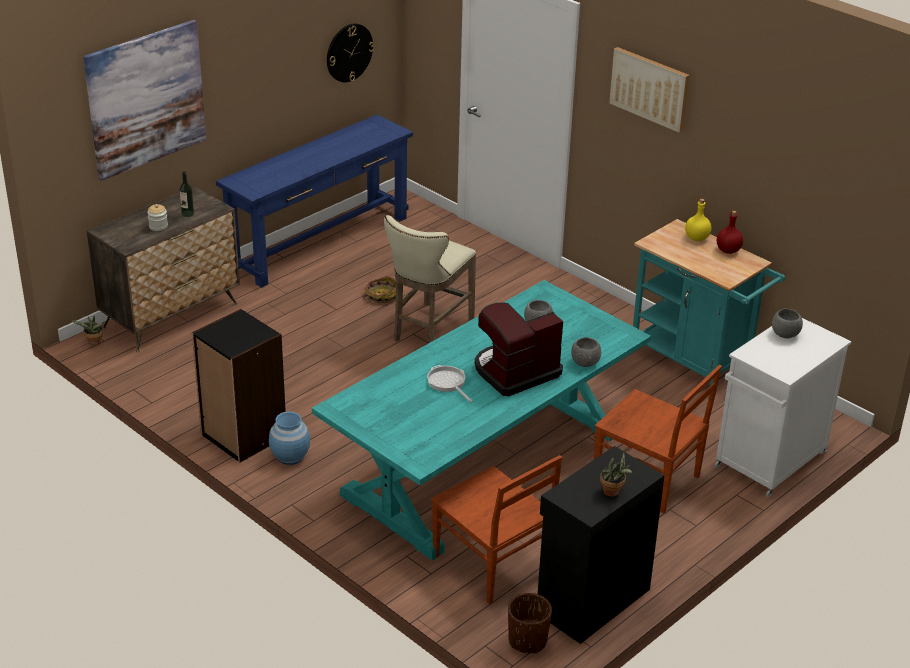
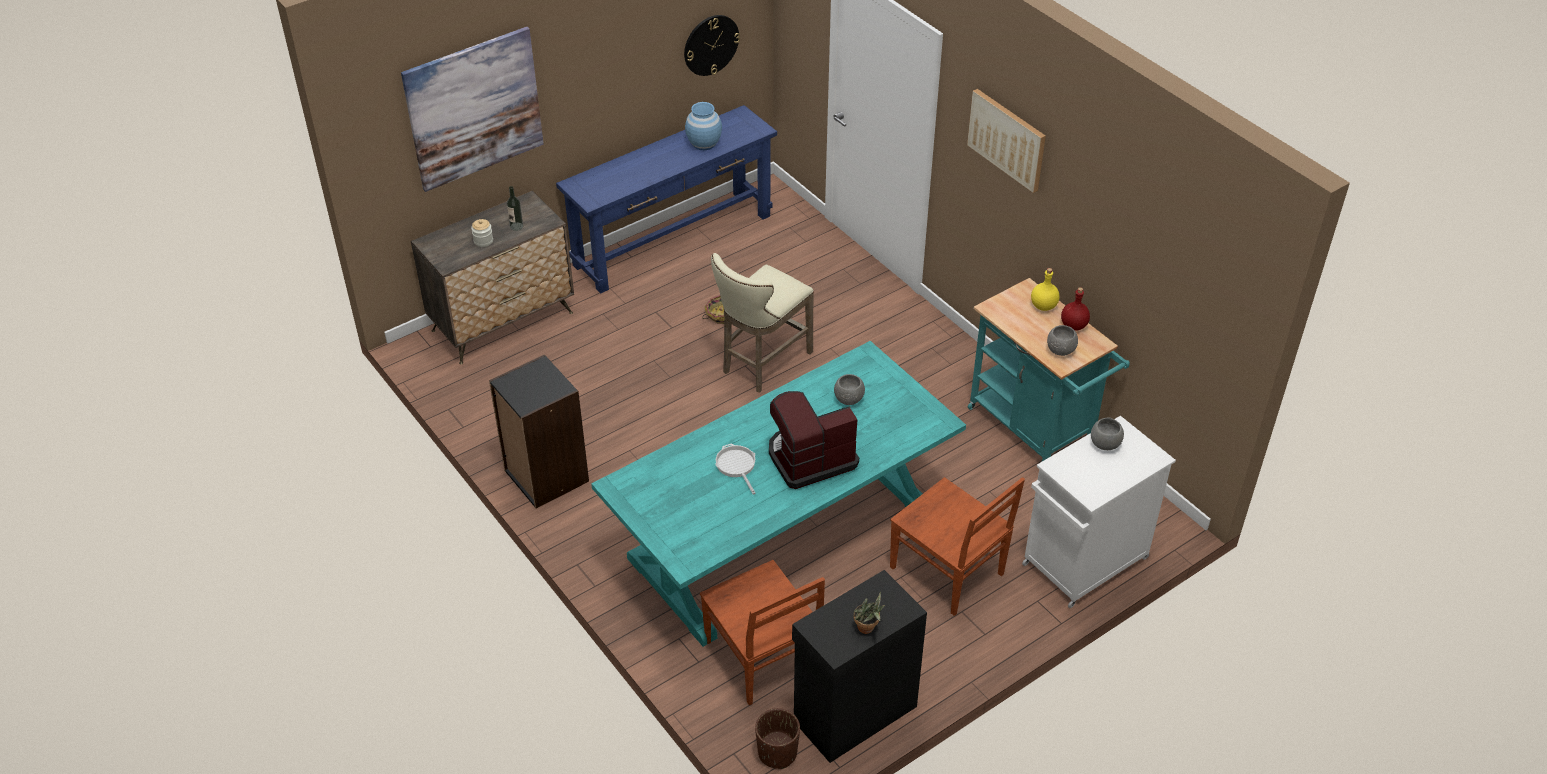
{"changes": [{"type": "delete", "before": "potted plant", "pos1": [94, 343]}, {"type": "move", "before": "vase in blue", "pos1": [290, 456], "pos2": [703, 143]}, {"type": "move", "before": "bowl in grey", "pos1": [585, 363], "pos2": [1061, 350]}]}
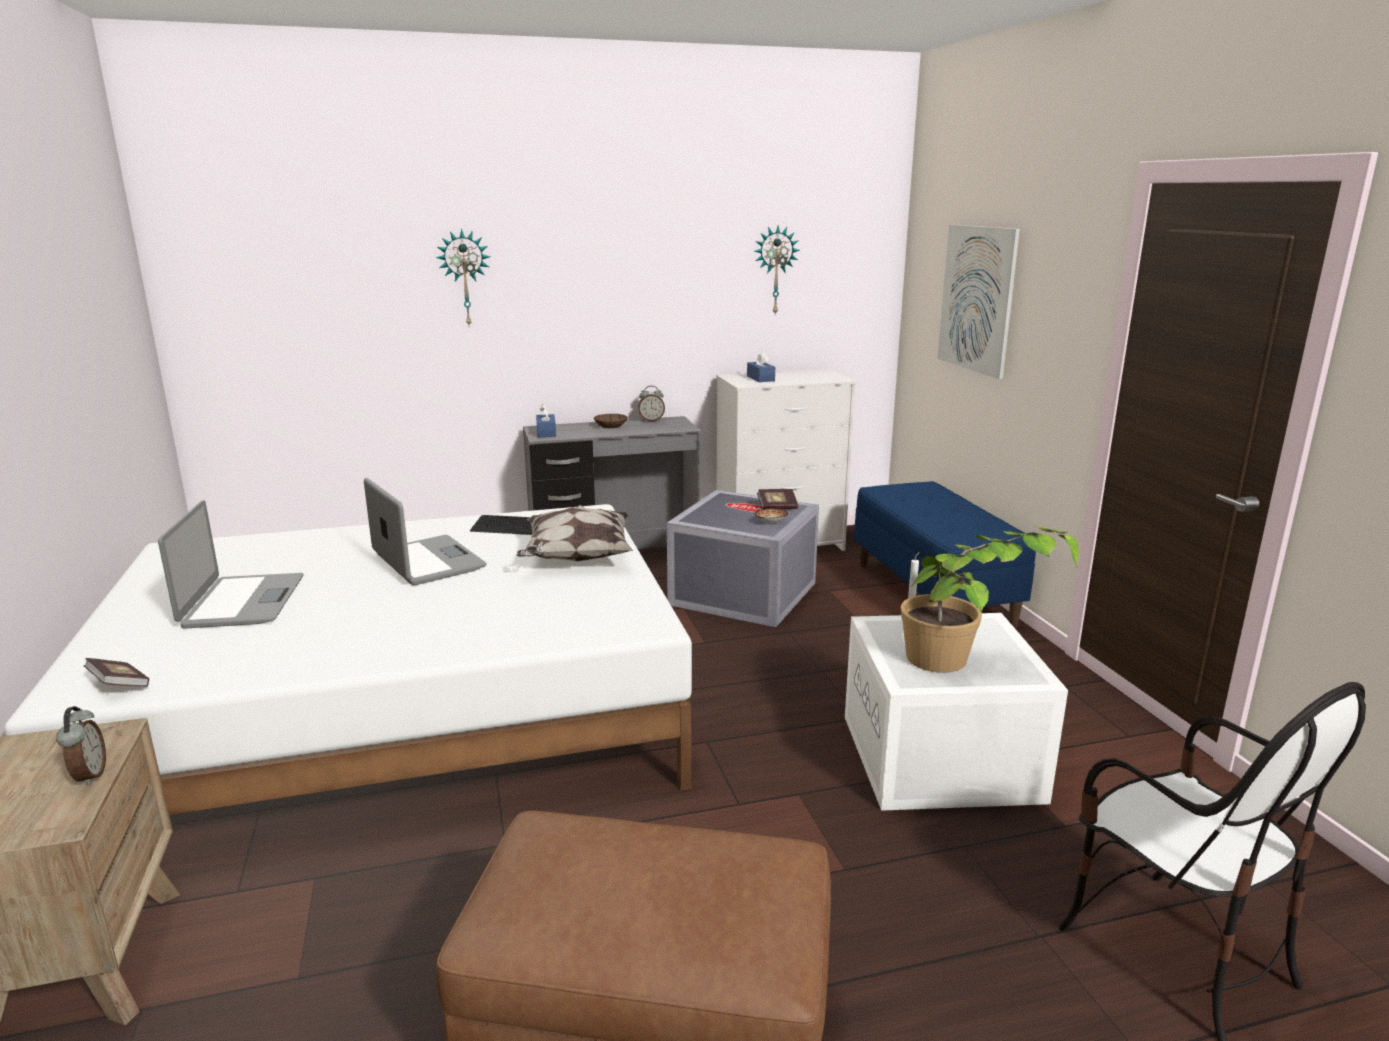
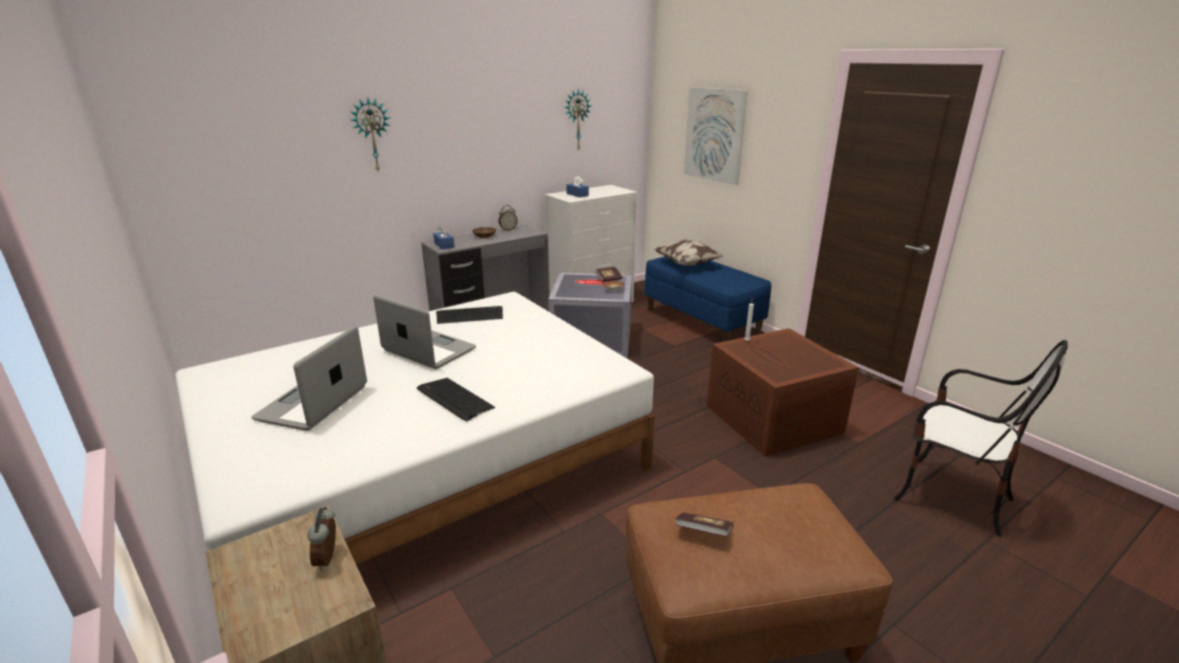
{"changes": [{"type": "rotate", "before": "alarm clock", "pos1": [89, 776], "pos2": [329, 559], "turn": -150}, {"type": "move", "before": "book", "pos1": [119, 685], "pos2": [703, 533]}, {"type": "rotate", "before": "laptop", "pos1": [242, 602], "pos2": [314, 403], "turn": -135}, {"type": "move", "before": "pillow", "pos1": [576, 558], "pos2": [687, 265]}, {"type": "recolor", "before": "storage box in white", "after": "storage box in brown", "pos1": [943, 759], "pos2": [775, 419]}, {"type": "delete", "before": "potted plant", "pos1": [969, 663]}, {"type": "insert", "after": "keyboard", "pos2": [454, 399]}]}
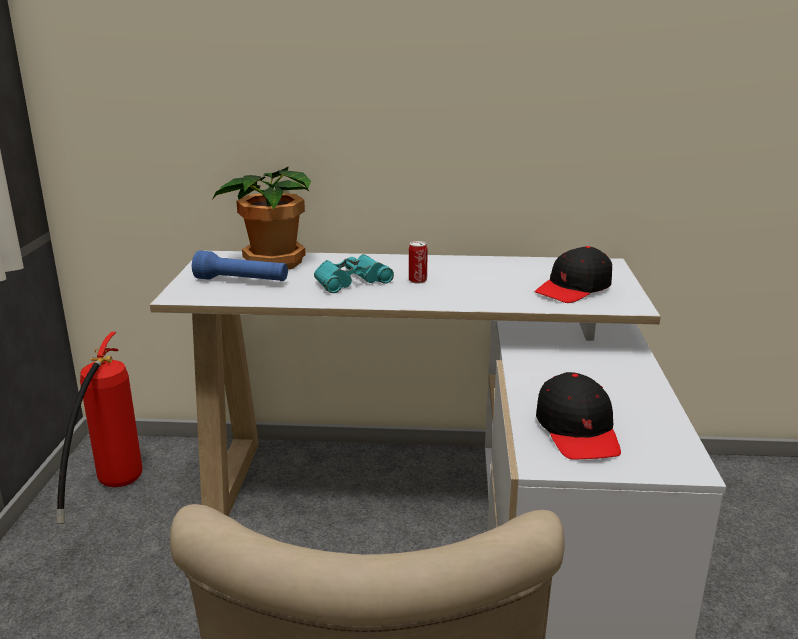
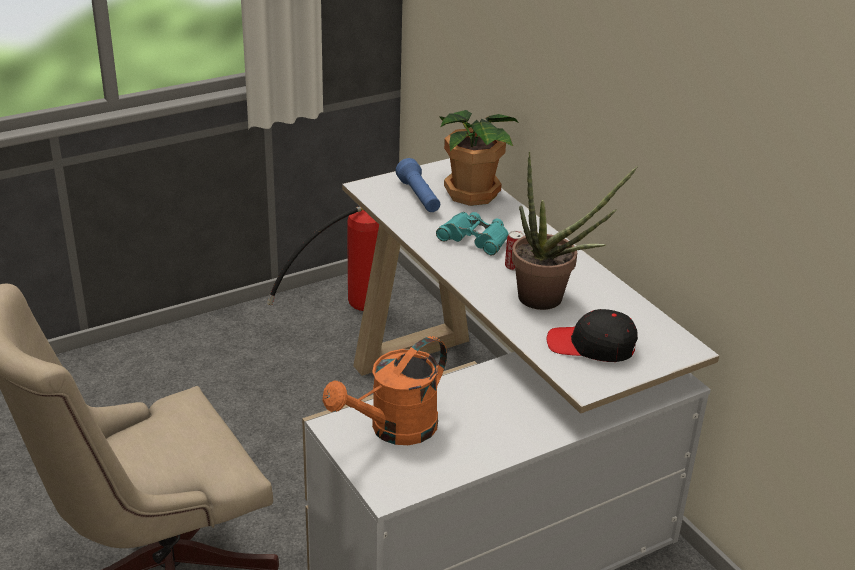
{"changes": [{"type": "replace", "before": "cap in black", "after": "watering can in orange", "pos1": [578, 431], "pos2": [394, 430]}, {"type": "insert", "after": "potted plant", "pos2": [550, 300]}]}
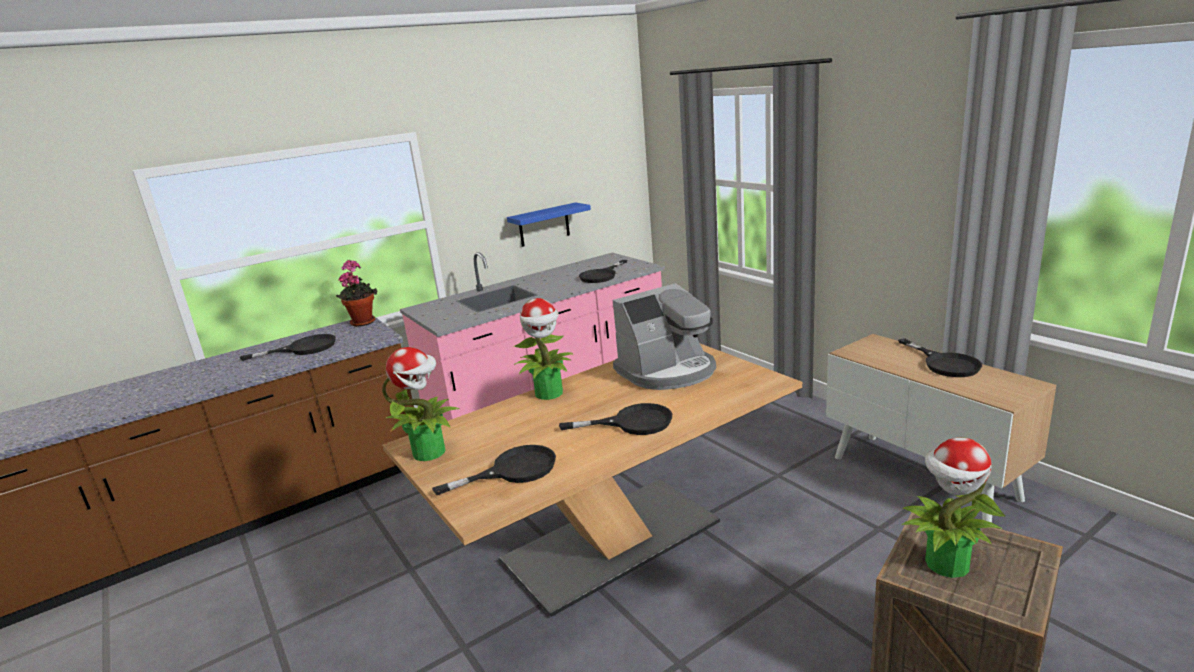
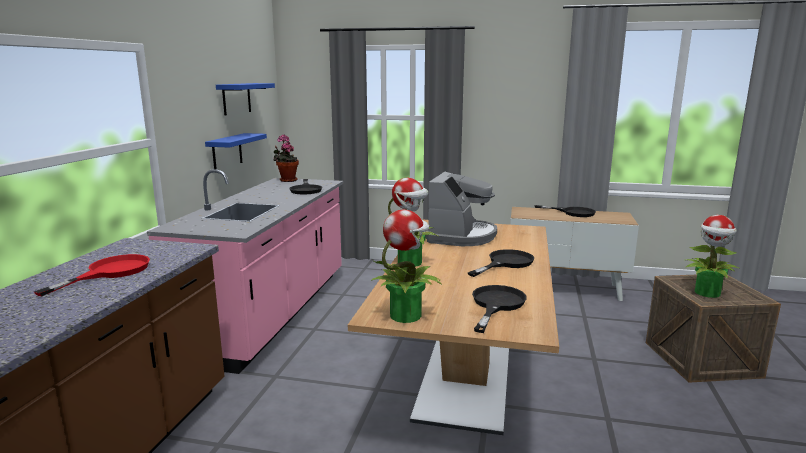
{"changes": [{"type": "recolor", "before": "frying pan in black", "after": "frying pan in red", "pos1": [303, 348], "pos2": [110, 272]}, {"type": "move", "before": "potted plant", "pos1": [362, 321], "pos2": [287, 180]}, {"type": "insert", "after": "shelf in blue", "pos2": [236, 98]}]}
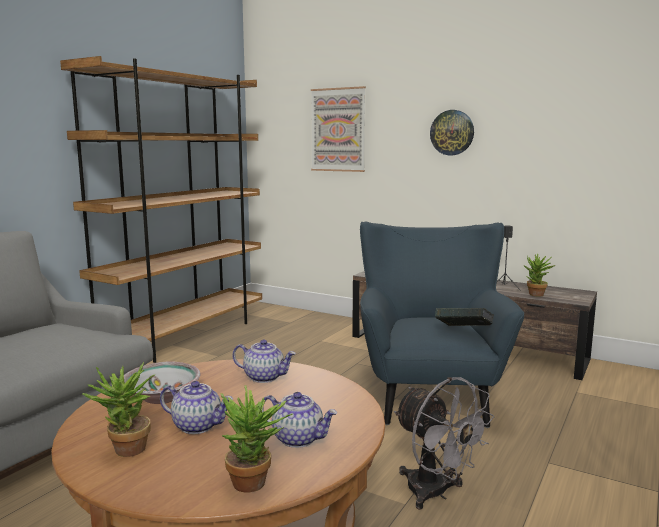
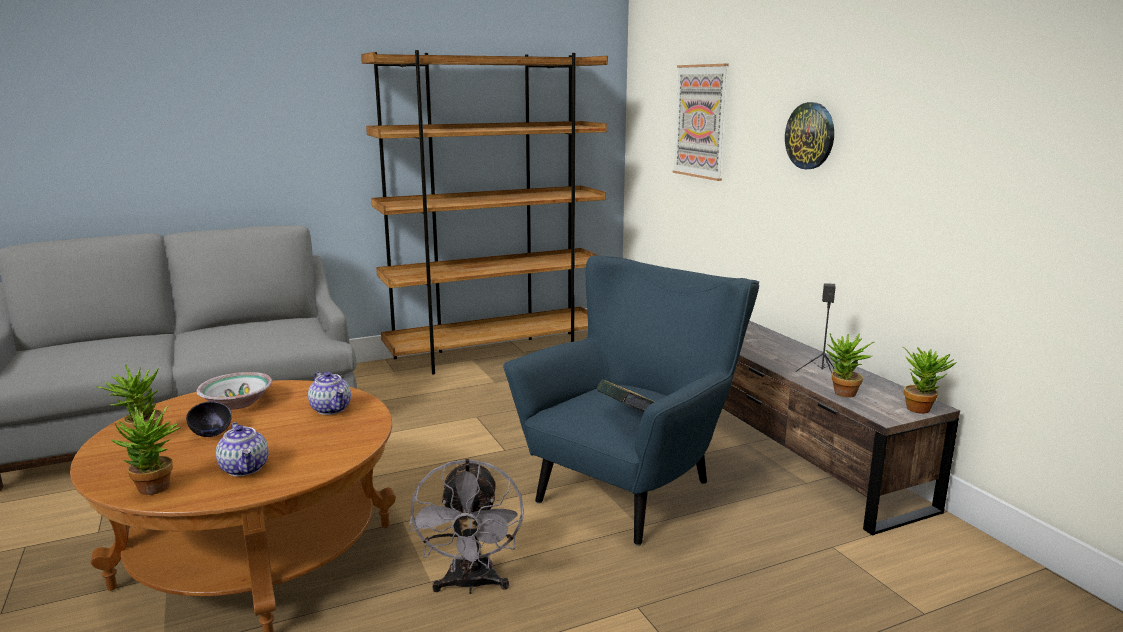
{"changes": [{"type": "replace", "before": "teapot", "after": "bowl in black", "pos1": [198, 426], "pos2": [211, 434]}, {"type": "insert", "after": "potted plant", "pos2": [921, 408]}]}
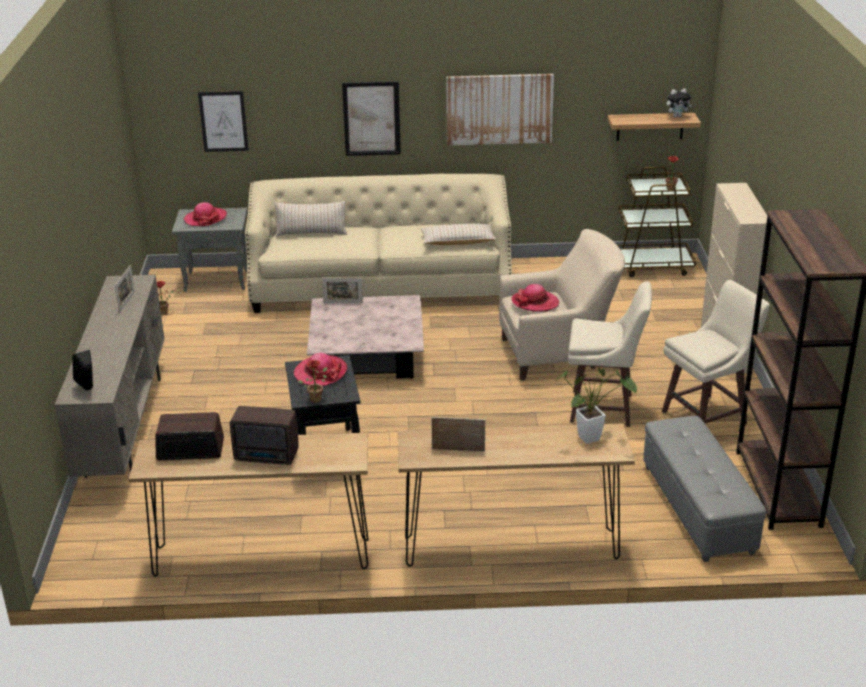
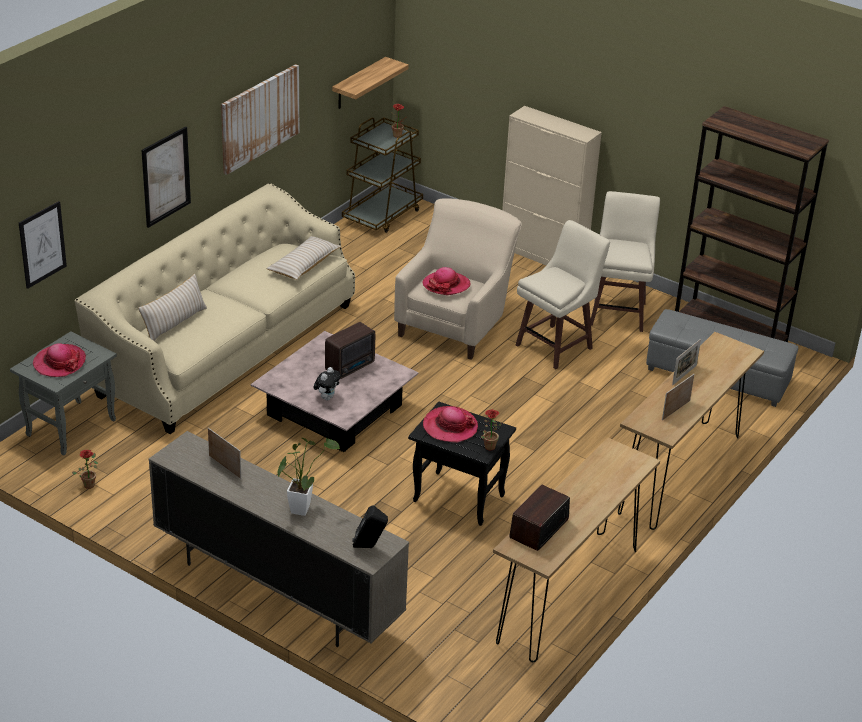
{"changes": [{"type": "move", "before": "radio", "pos1": [267, 457], "pos2": [351, 367]}, {"type": "move", "before": "picture frame", "pos1": [343, 303], "pos2": [684, 375]}, {"type": "move", "before": "potted plant", "pos1": [593, 437], "pos2": [301, 507]}, {"type": "move", "before": "plush toy", "pos1": [677, 116], "pos2": [327, 397]}]}
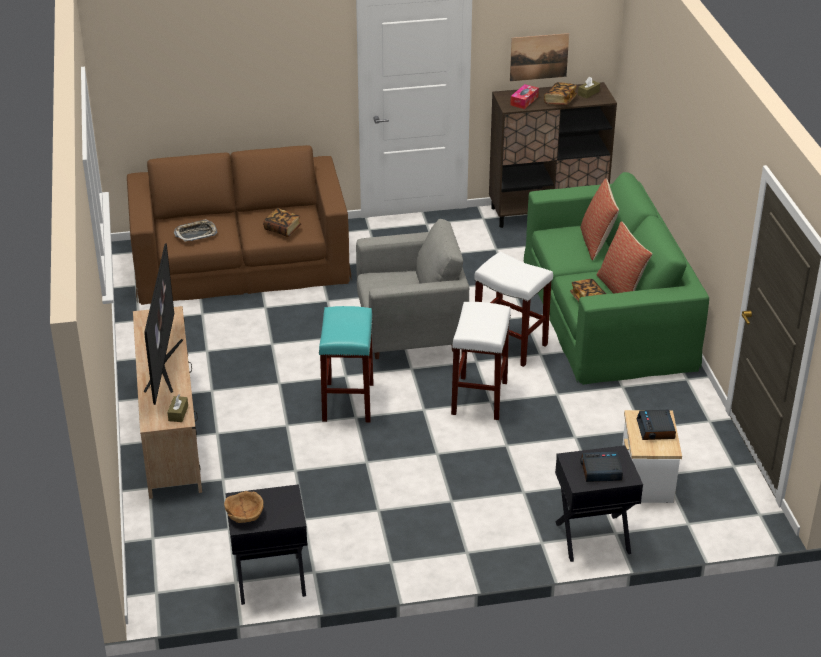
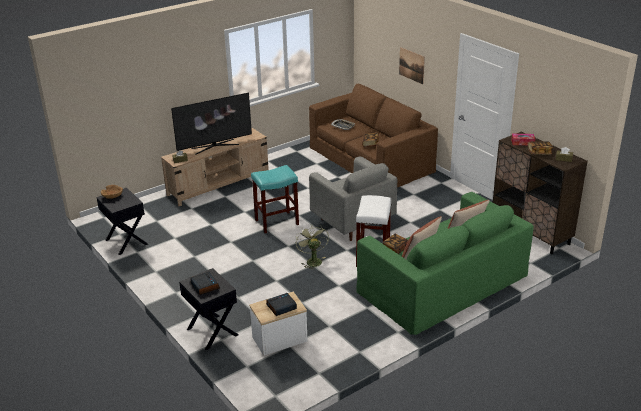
{"changes": [{"type": "replace", "before": "stool in white", "after": "fan in green", "pos1": [480, 398], "pos2": [312, 260]}, {"type": "move", "before": "picture", "pos1": [539, 57], "pos2": [411, 65]}]}
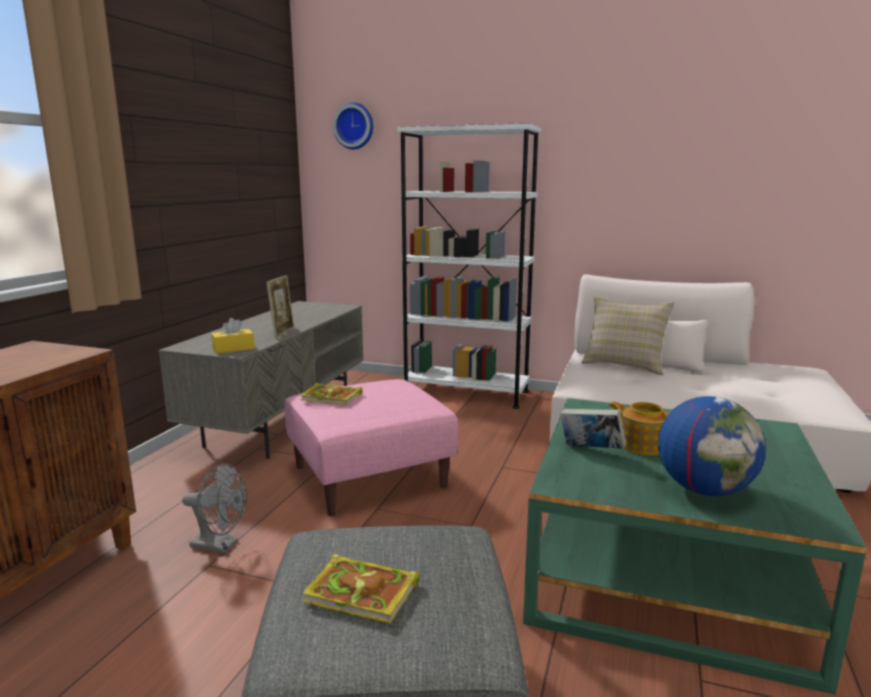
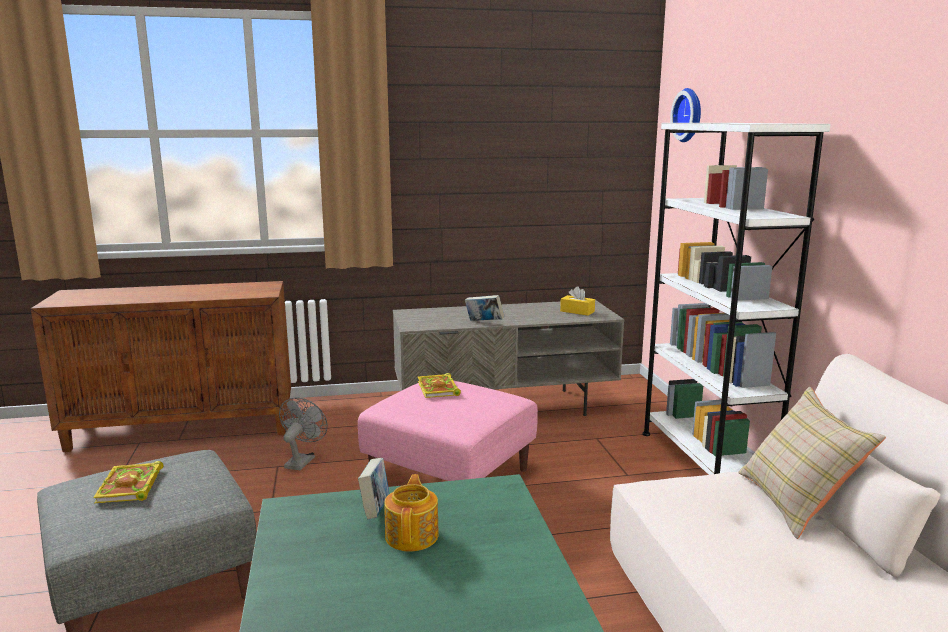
{"changes": [{"type": "rotate", "before": "fan in grey", "pos1": [220, 545], "pos2": [302, 460], "turn": -150}, {"type": "move", "before": "tissue box in yellow", "pos1": [233, 348], "pos2": [577, 311]}, {"type": "replace", "before": "picture frame", "after": "book", "pos1": [283, 332], "pos2": [484, 322]}, {"type": "delete", "before": "globe", "pos1": [704, 490]}]}
